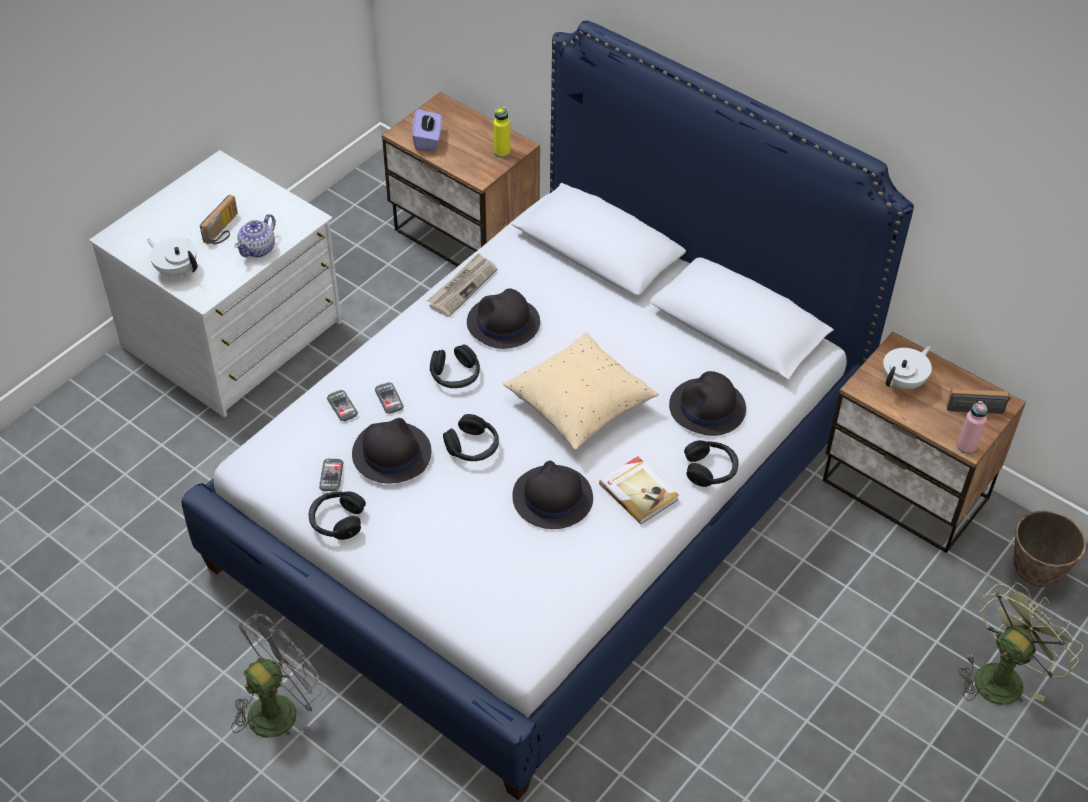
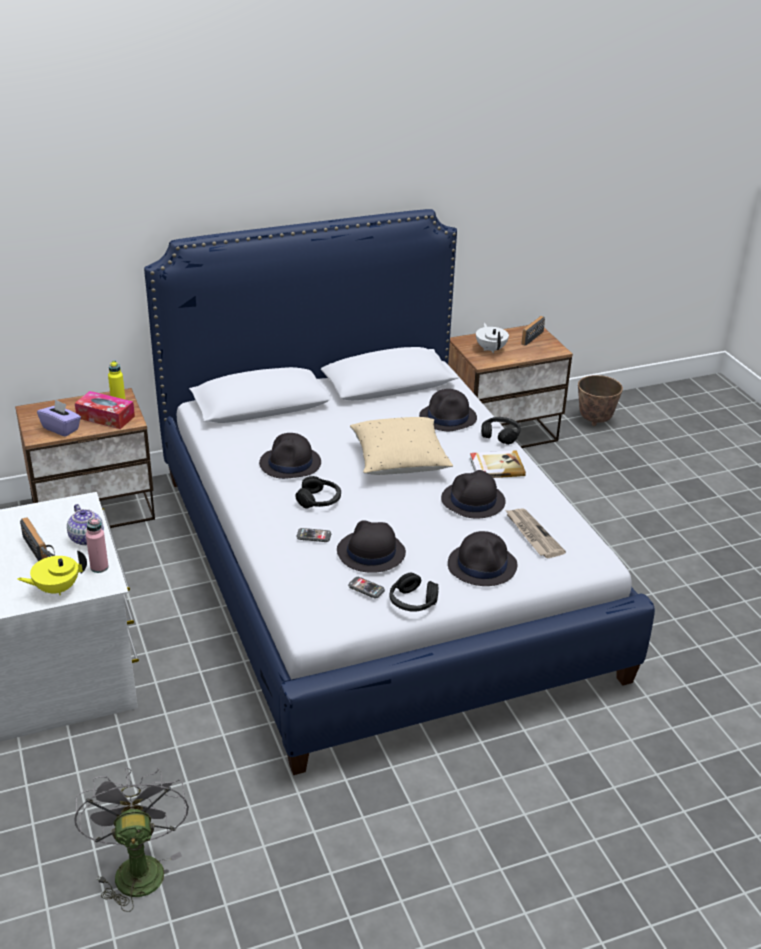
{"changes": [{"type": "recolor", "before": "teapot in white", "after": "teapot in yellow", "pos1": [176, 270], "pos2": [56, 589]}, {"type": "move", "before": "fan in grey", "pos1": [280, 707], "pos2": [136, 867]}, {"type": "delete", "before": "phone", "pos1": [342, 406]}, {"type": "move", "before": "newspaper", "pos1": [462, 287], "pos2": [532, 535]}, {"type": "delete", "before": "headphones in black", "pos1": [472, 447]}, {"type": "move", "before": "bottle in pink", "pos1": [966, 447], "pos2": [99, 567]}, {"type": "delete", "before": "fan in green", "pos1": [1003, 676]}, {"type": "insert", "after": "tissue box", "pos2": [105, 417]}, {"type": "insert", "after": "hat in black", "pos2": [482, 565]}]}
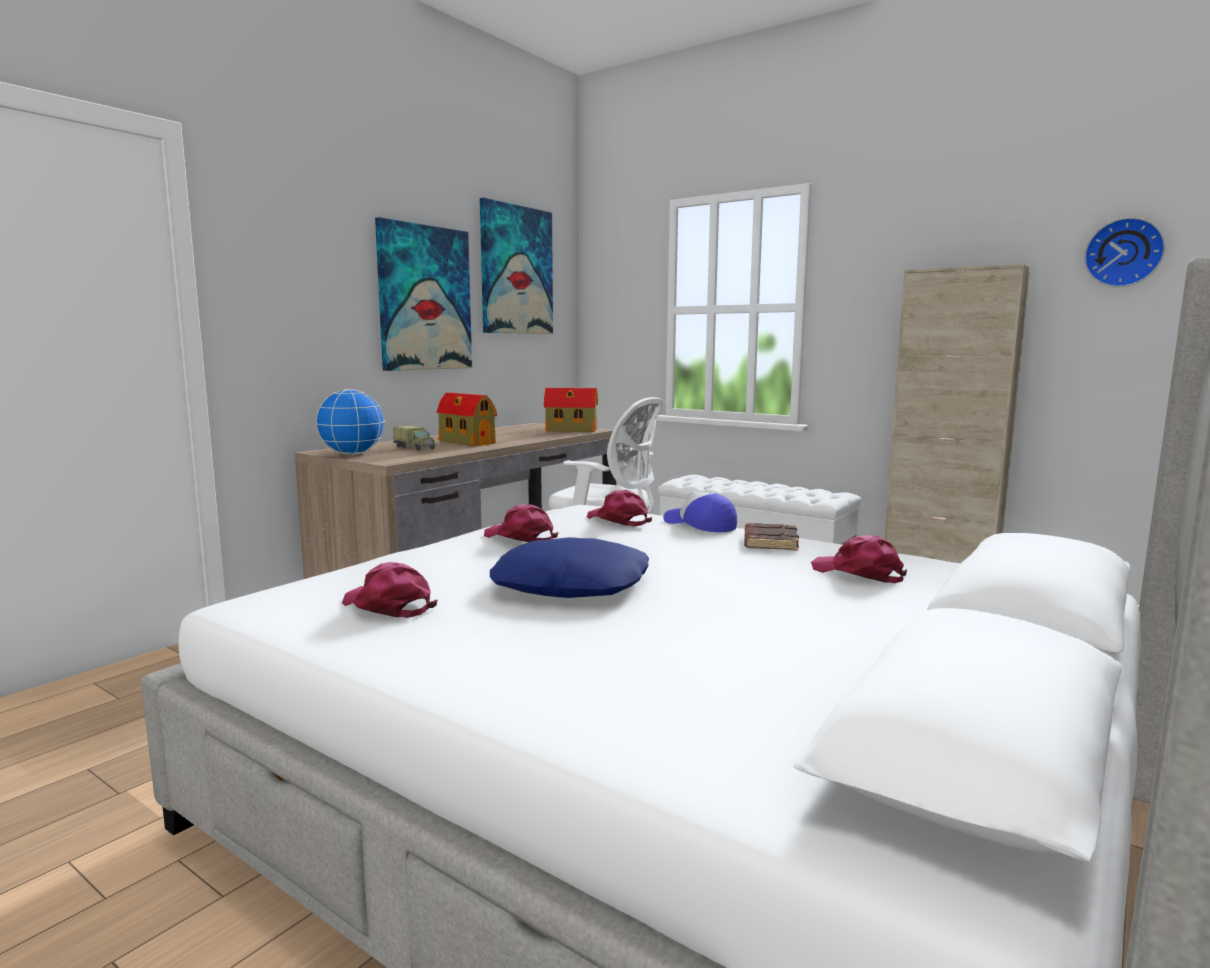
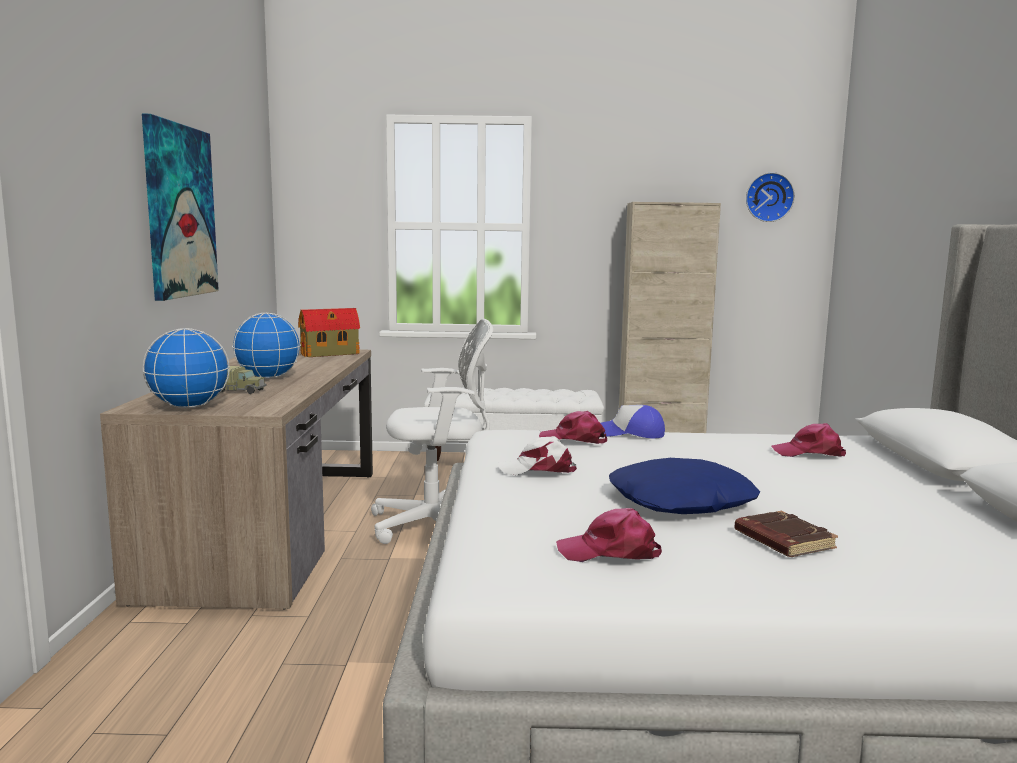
{"changes": [{"type": "replace", "before": "toy house", "after": "globe", "pos1": [466, 442], "pos2": [267, 378]}, {"type": "delete", "before": "picture", "pos1": [516, 270]}, {"type": "recolor", "before": "cap in pink", "after": "cap in white", "pos1": [520, 537], "pos2": [538, 469]}, {"type": "move", "before": "book in brown", "pos1": [769, 542], "pos2": [782, 541]}]}
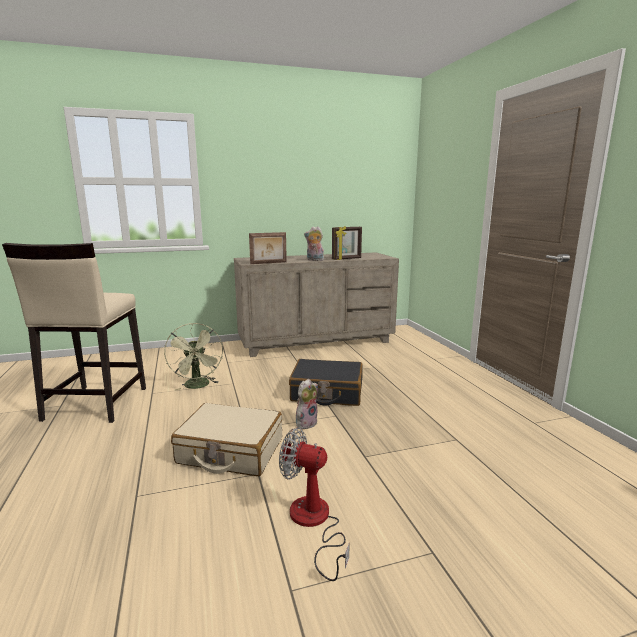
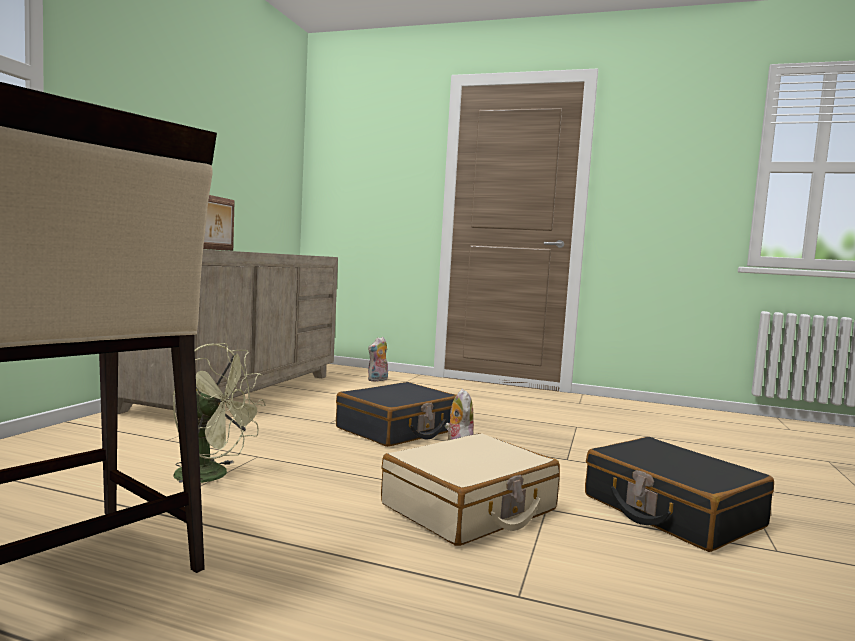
{"changes": [{"type": "replace", "before": "fan", "after": "suitcase in black", "pos1": [314, 523], "pos2": [671, 511]}, {"type": "move", "before": "plush toy", "pos1": [314, 260], "pos2": [378, 380]}, {"type": "delete", "before": "picture frame", "pos1": [346, 259]}]}
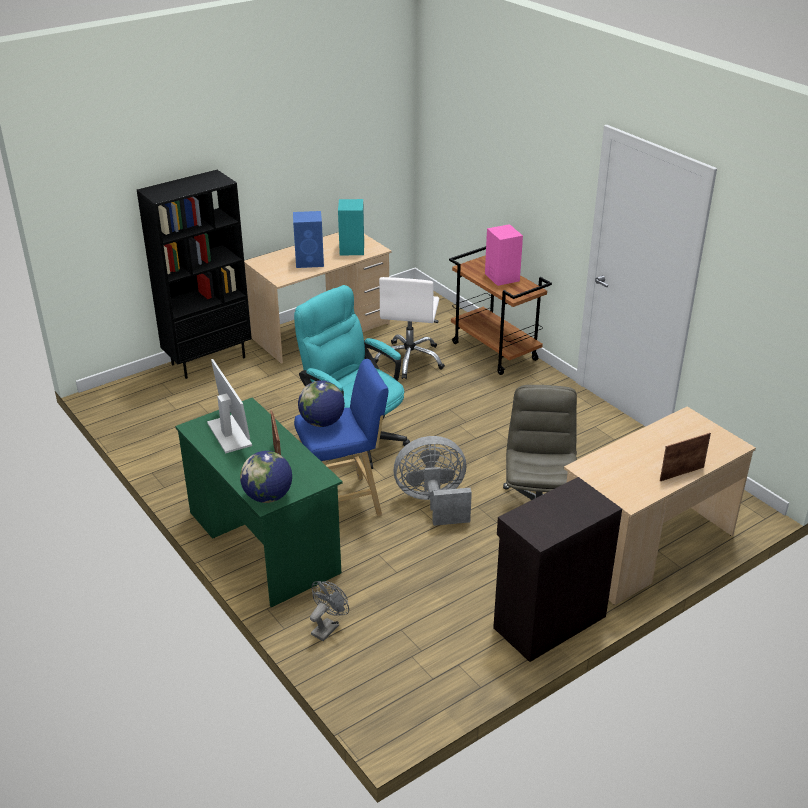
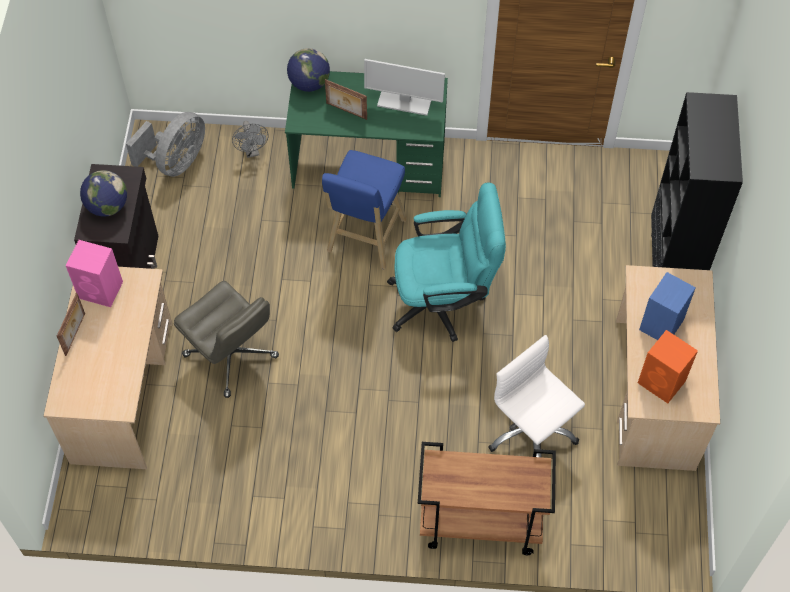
{"changes": [{"type": "move", "before": "globe", "pos1": [322, 422], "pos2": [107, 206]}, {"type": "recolor", "before": "speaker in turquoise", "after": "speaker in orange", "pos1": [352, 248], "pos2": [662, 382]}, {"type": "move", "before": "fan in grey", "pos1": [433, 502], "pos2": [176, 162]}, {"type": "move", "before": "speaker in pink", "pos1": [501, 277], "pos2": [101, 290]}]}
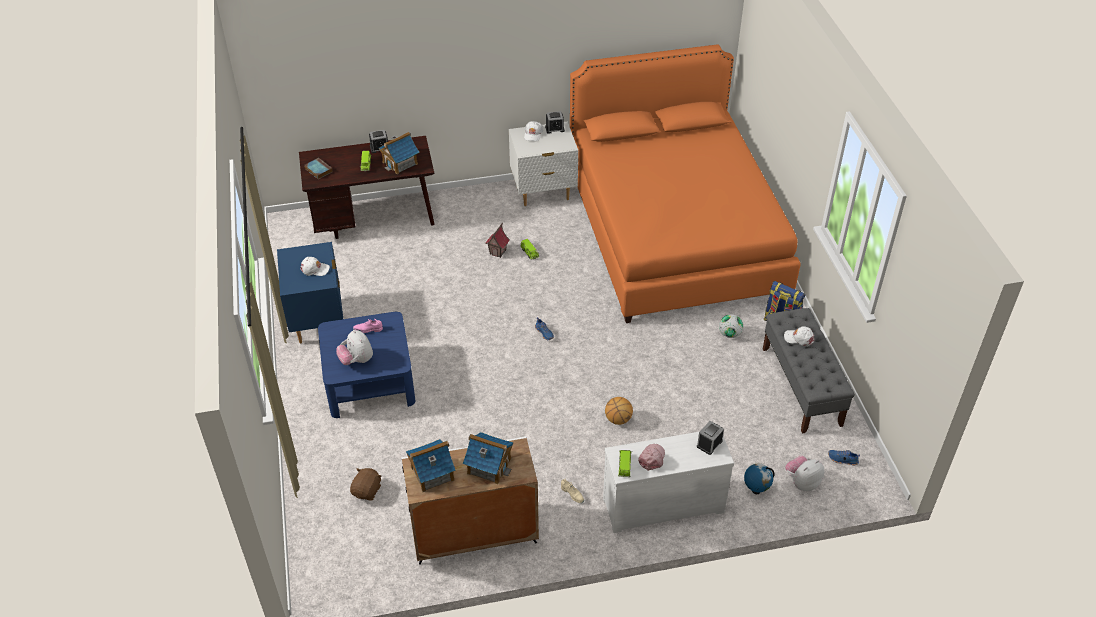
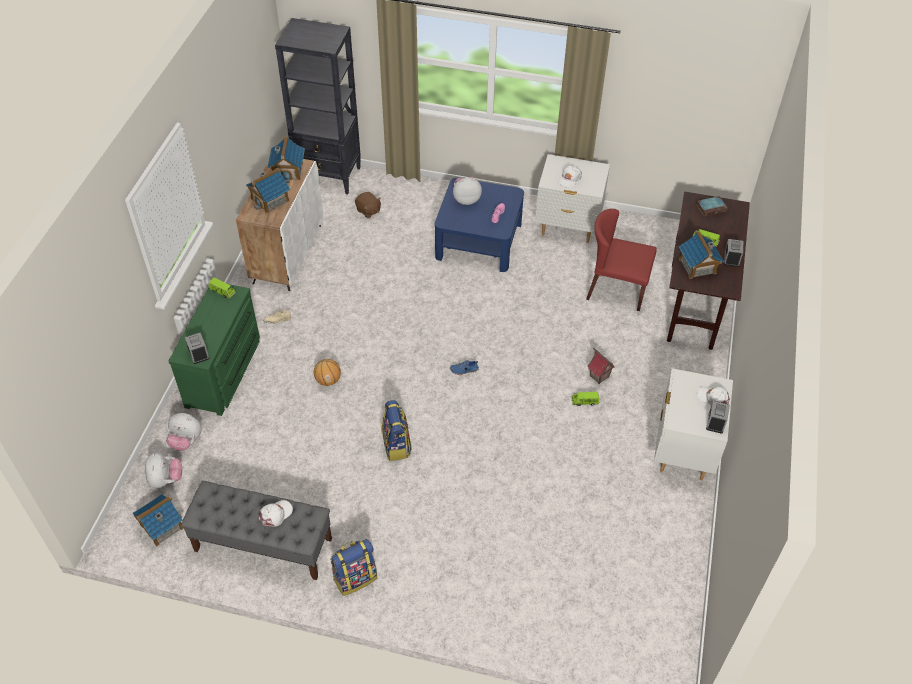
{"changes": [{"type": "recolor", "before": "nightstand in blue", "after": "nightstand in white", "pos1": [317, 322], "pos2": [567, 228]}, {"type": "delete", "before": "bed in orange", "pos1": [674, 233]}, {"type": "recolor", "before": "dresser in white", "after": "dresser in green", "pos1": [662, 502], "pos2": [225, 372]}, {"type": "delete", "before": "cap in pink", "pos1": [652, 458]}, {"type": "delete", "before": "football", "pos1": [729, 334]}, {"type": "replace", "before": "globe", "after": "plush toy", "pos1": [756, 490], "pos2": [186, 441]}, {"type": "replace", "before": "shoe in blue", "after": "toy house", "pos1": [842, 460], "pos2": [161, 526]}, {"type": "insert", "after": "bookcase in black", "pos2": [329, 177]}, {"type": "insert", "after": "backpack", "pos2": [397, 445]}, {"type": "insert", "after": "chair in red", "pos2": [616, 289]}]}
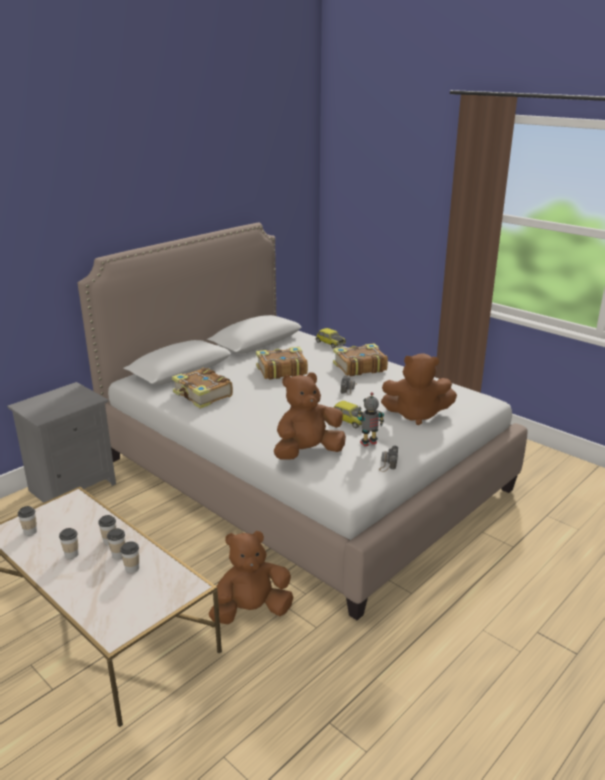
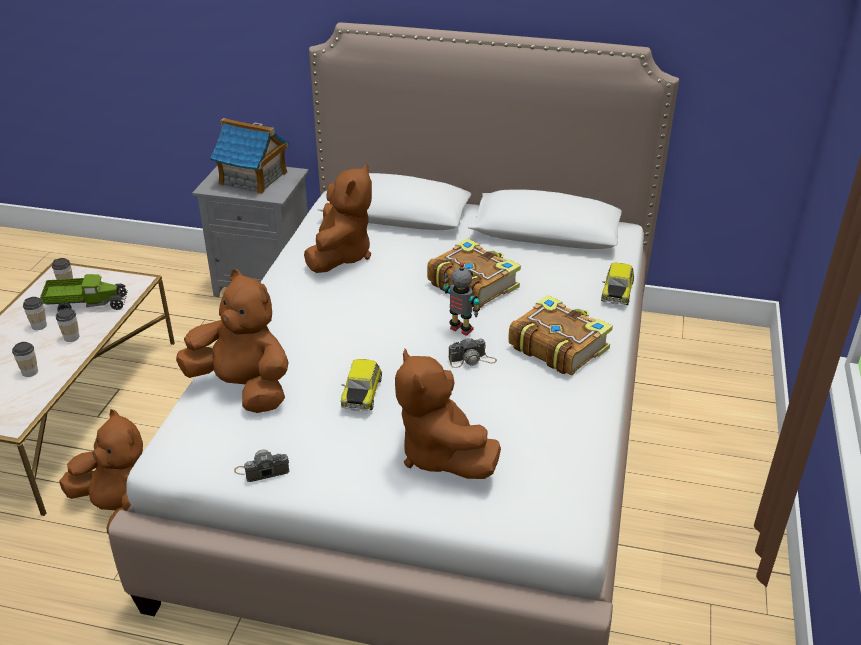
{"changes": [{"type": "delete", "before": "cup", "pos1": [118, 554]}, {"type": "replace", "before": "book", "after": "plush toy in brown", "pos1": [202, 395], "pos2": [341, 255]}, {"type": "move", "before": "toy robot", "pos1": [369, 443], "pos2": [460, 330]}, {"type": "insert", "after": "toy truck", "pos2": [87, 304]}, {"type": "insert", "after": "toy house", "pos2": [253, 178]}]}
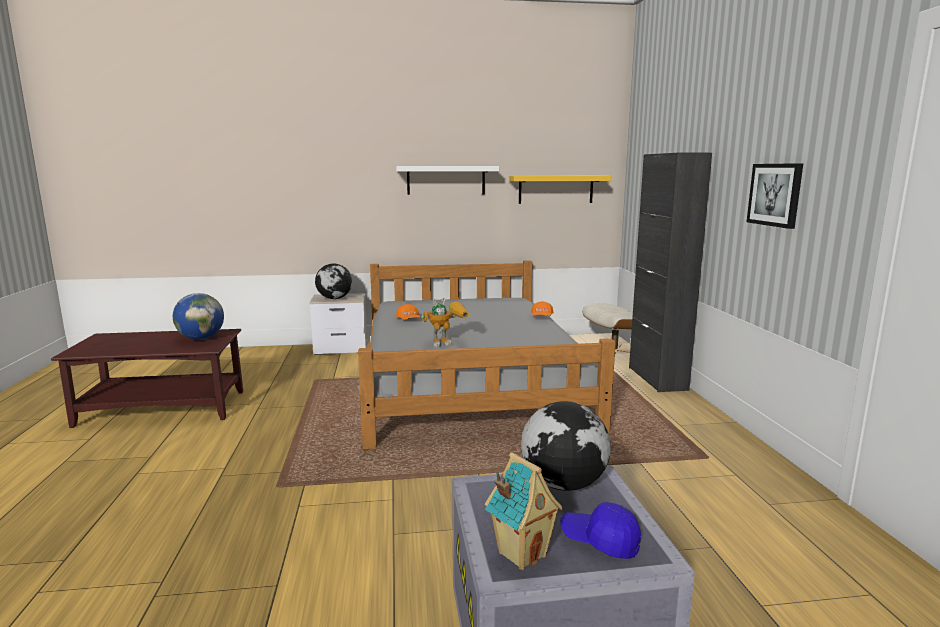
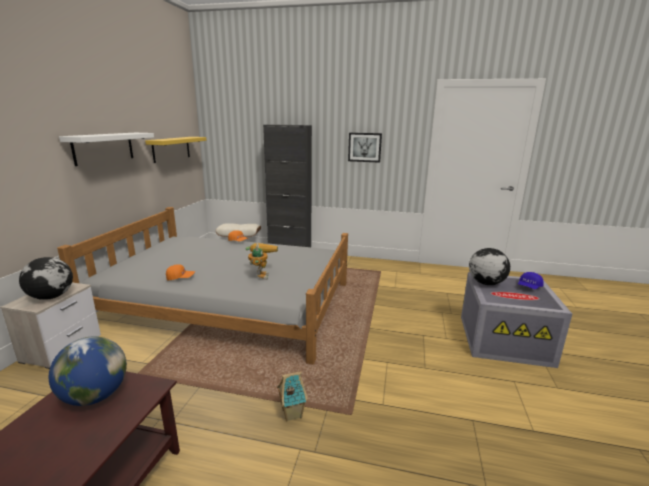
{"changes": [{"type": "move", "before": "toy house", "pos1": [521, 553], "pos2": [291, 413]}]}
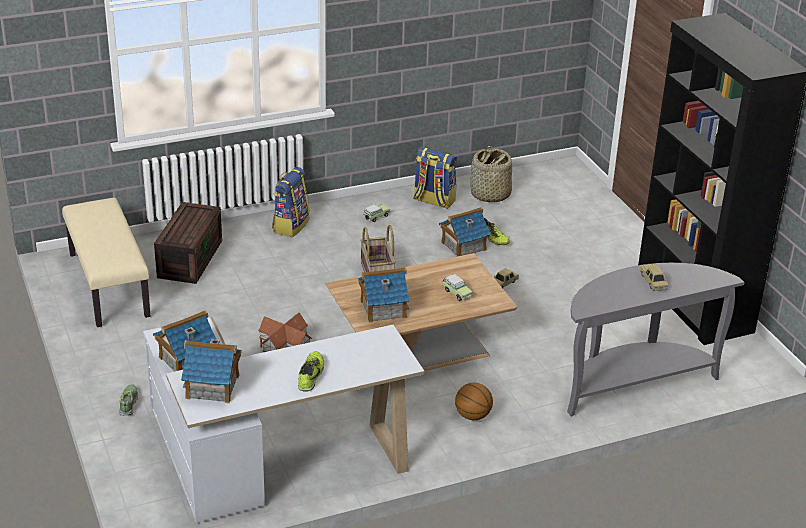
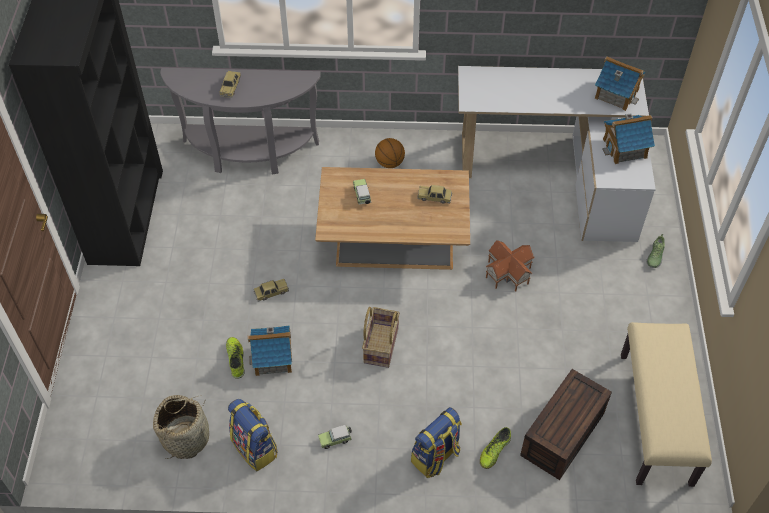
{"changes": [{"type": "move", "before": "shoe", "pos1": [311, 375], "pos2": [494, 451]}, {"type": "replace", "before": "toy house", "after": "toy car", "pos1": [382, 309], "pos2": [434, 197]}]}
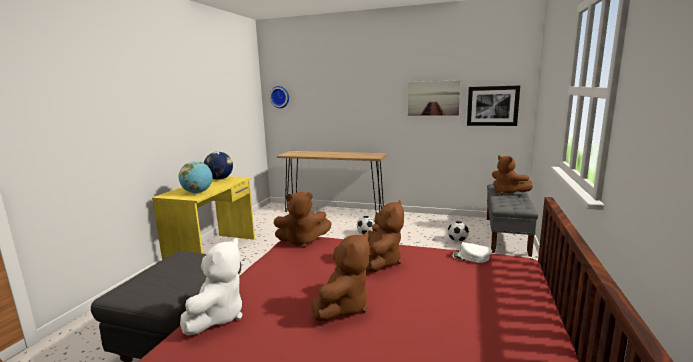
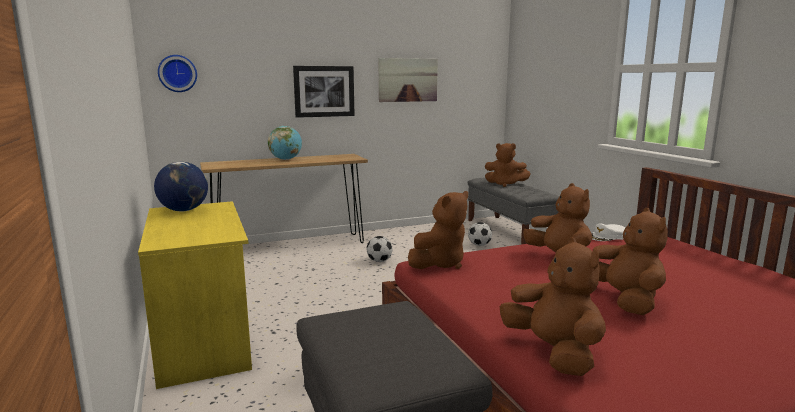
{"changes": [{"type": "move", "before": "globe", "pos1": [198, 192], "pos2": [286, 159]}, {"type": "recolor", "before": "plush toy in white", "after": "plush toy in brown", "pos1": [217, 317], "pos2": [553, 352]}, {"type": "move", "before": "picture", "pos1": [492, 106], "pos2": [324, 91]}]}
